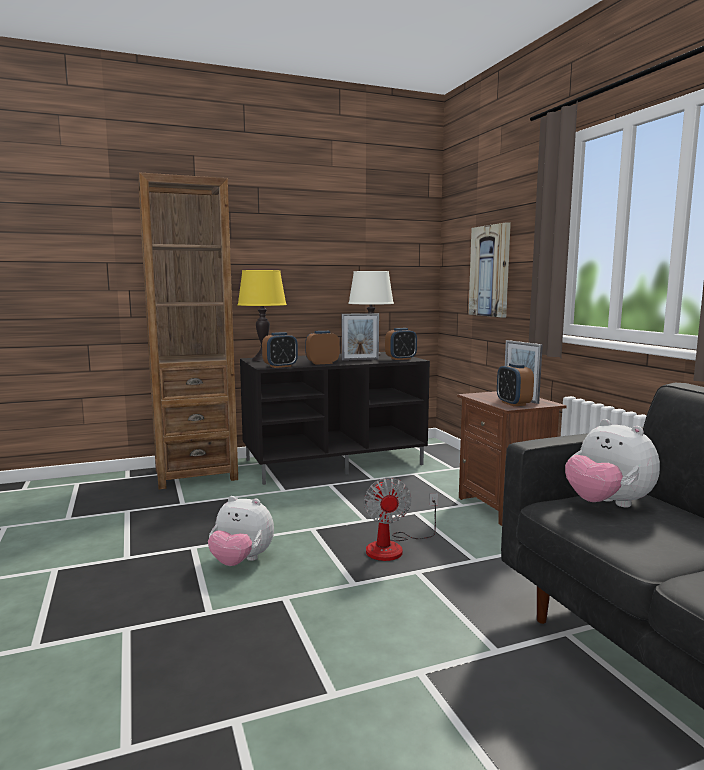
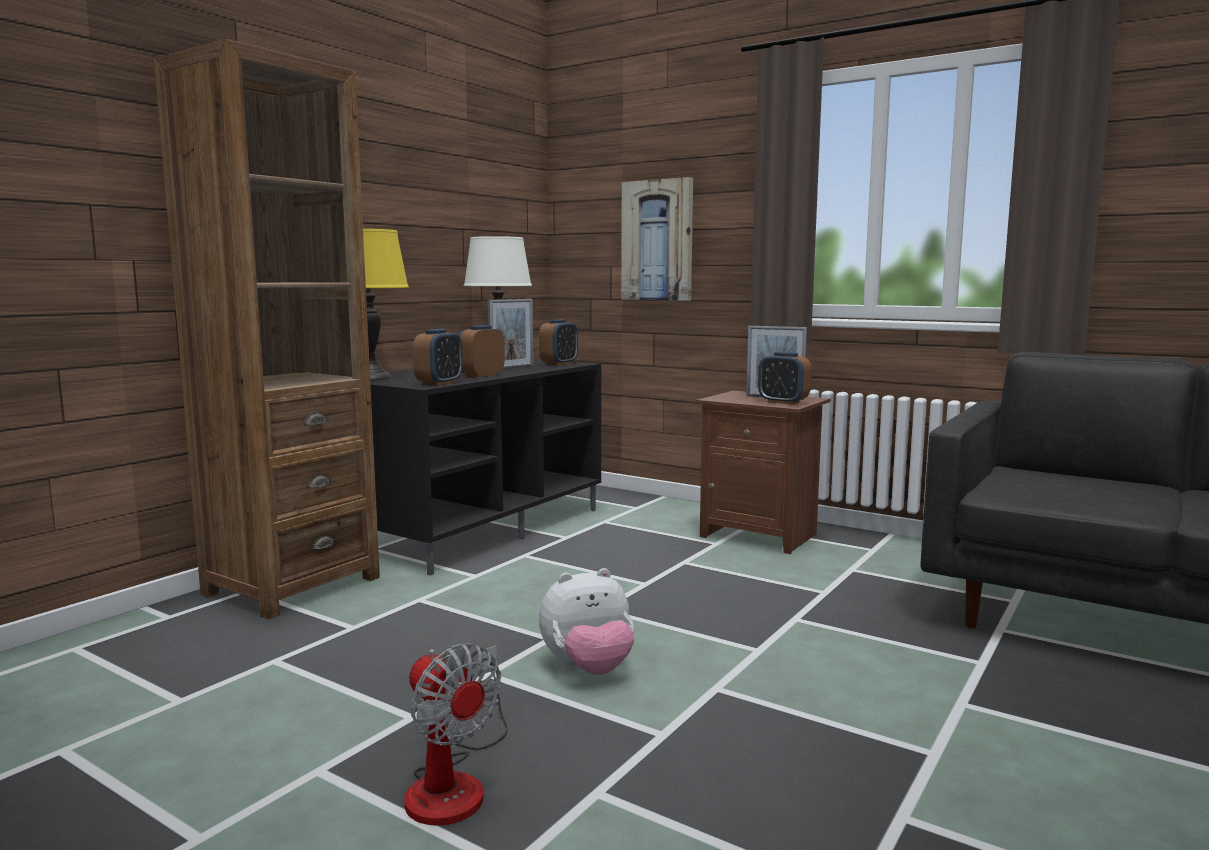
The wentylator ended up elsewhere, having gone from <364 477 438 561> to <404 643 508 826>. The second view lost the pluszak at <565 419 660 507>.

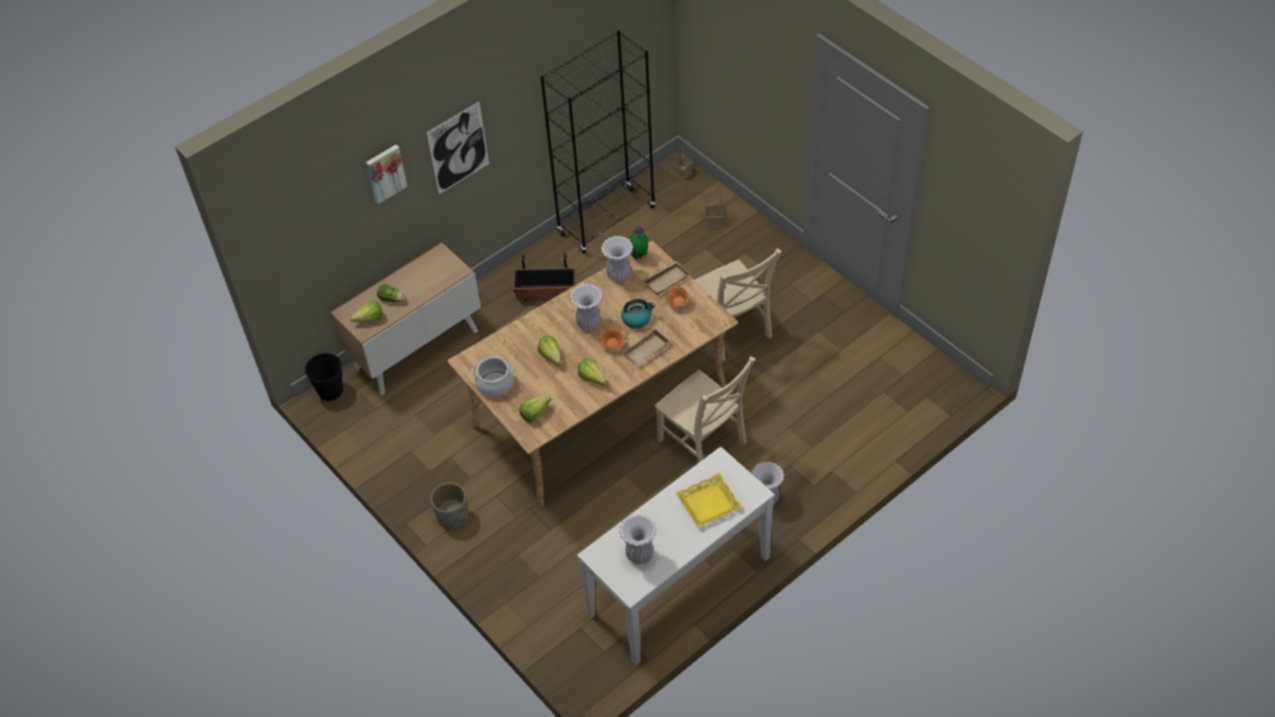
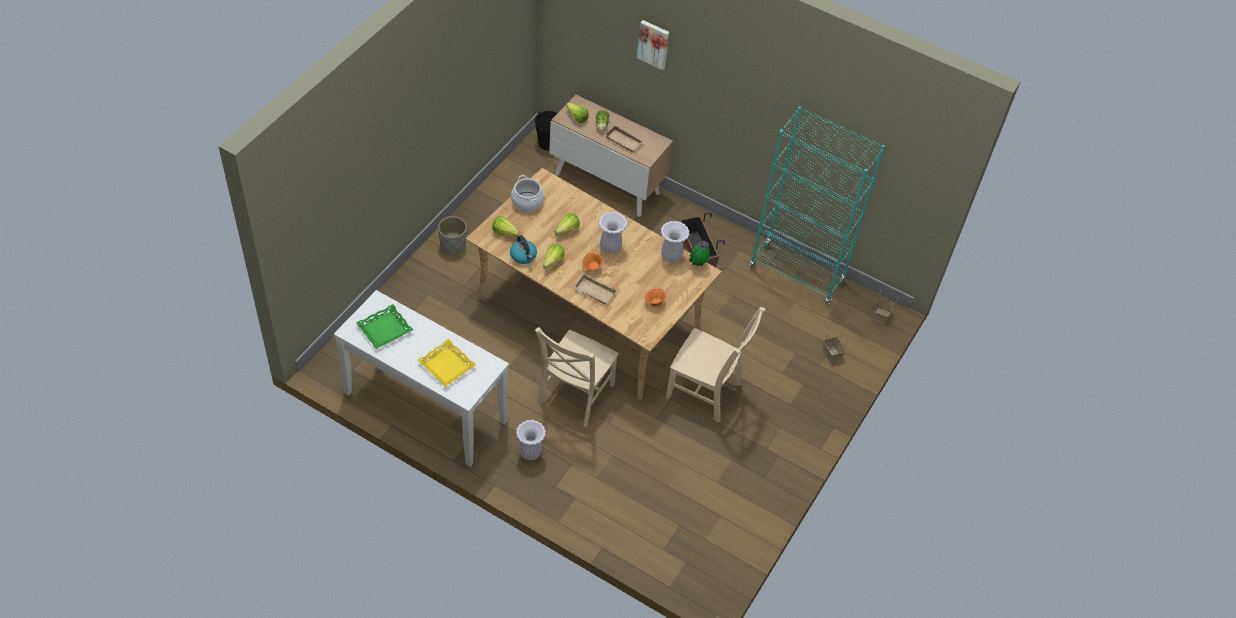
Where the wazon [biały] stood at <619 514 656 564>, the taca [zielony] came to stand at <356 304 413 349>. The czajnik ended up elsewhere, having gone from <621 299 655 328> to <510 235 537 264>. The taca [beżowy] ended up elsewhere, having gone from <643 261 690 295> to <605 125 643 153>. The krzesło [beżowy] at <695 248 782 361> ended up facing another way, 105 degrees counterclockwise from before. What was the regał [czarny] at <540 30 656 254> turned into the regał [turkusowy] at <750 106 885 305>. The second view lost the obraz at <427 102 489 194>.

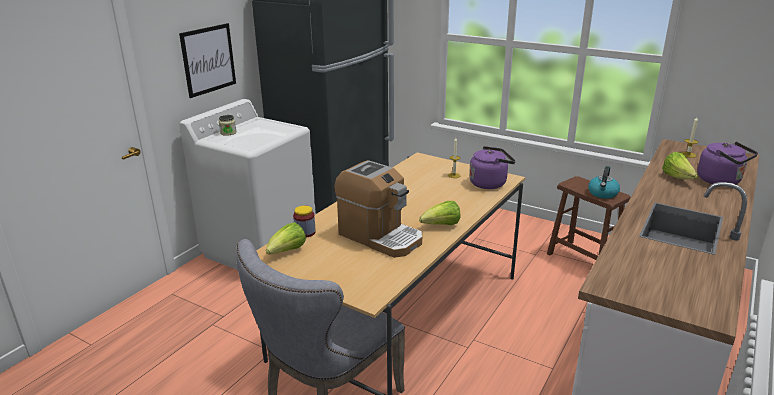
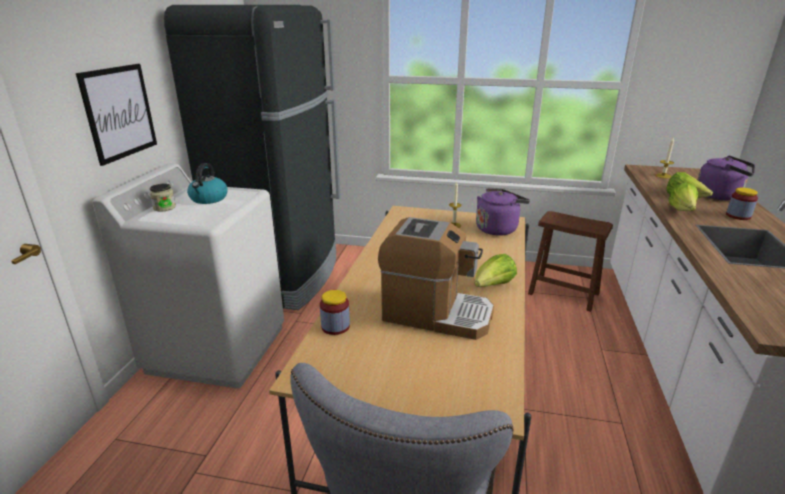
The czajnik ended up elsewhere, having gone from <588 166 620 199> to <187 163 228 204>. The sałata ended up elsewhere, having gone from <266 222 306 255> to <668 182 698 211>. The second view gained the słoik at <726 188 758 220>.

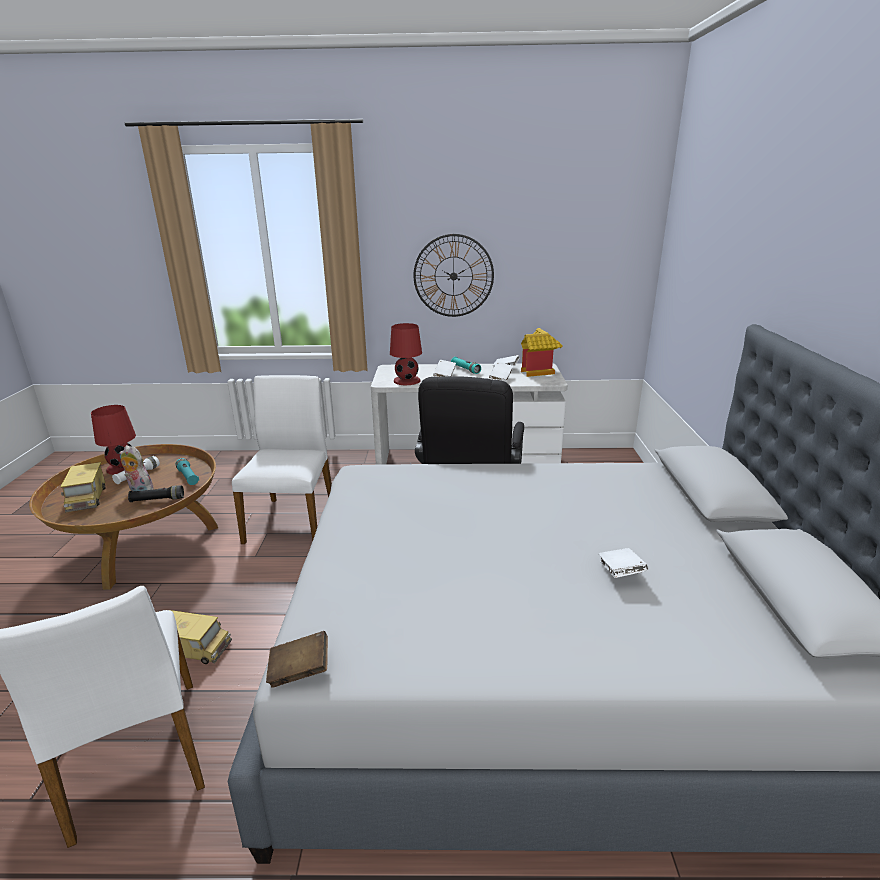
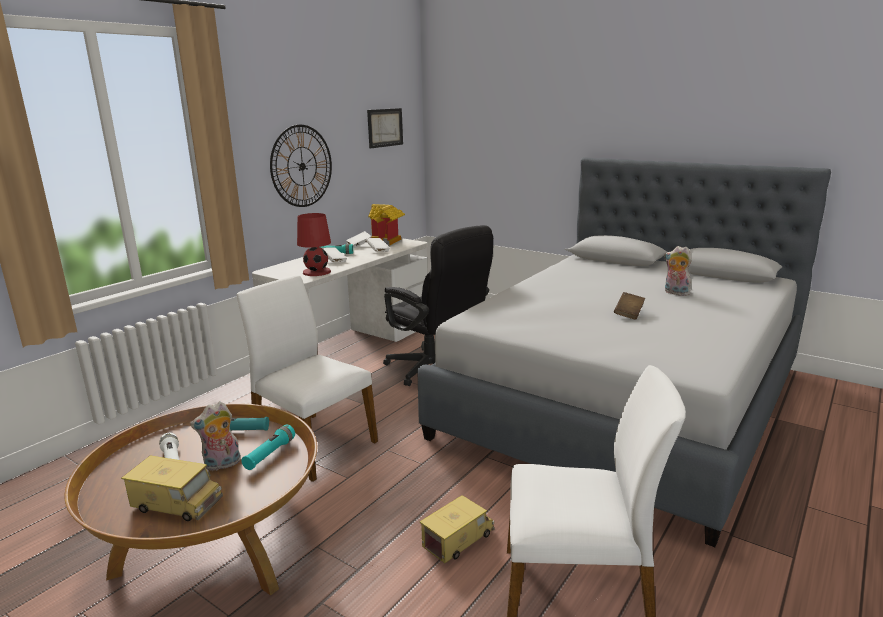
What was the latarka [czarny] at <128 485 184 502> turned into the latarka [turkusowy] at <241 424 295 470>. The second view gained the obraz at <367 108 403 148>. The książka [brązowy] ended up elsewhere, having gone from <266 631 328 688> to <614 292 645 320>. Where the książka [biały] stood at <599 548 648 578>, the pluszak came to stand at <664 246 692 296>. The second view lost the lampa stołowa [czerwony] at <91 405 136 475>.

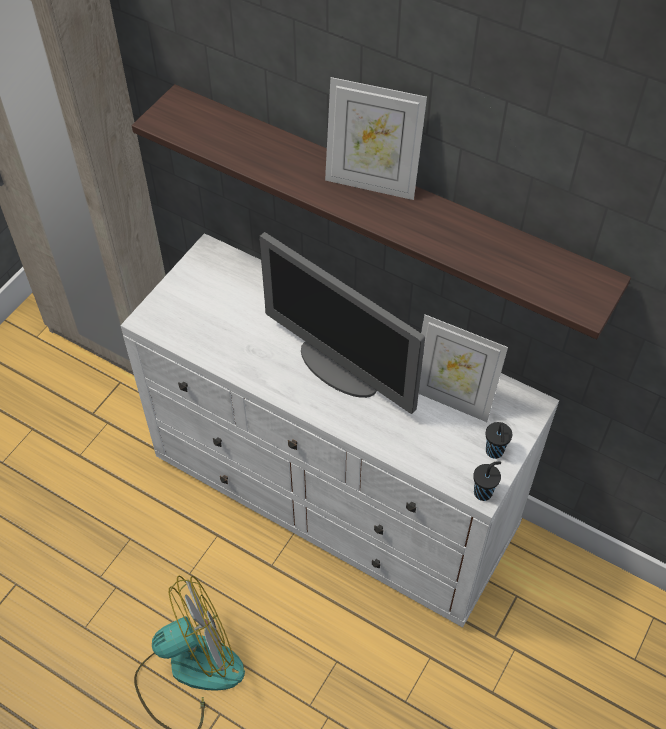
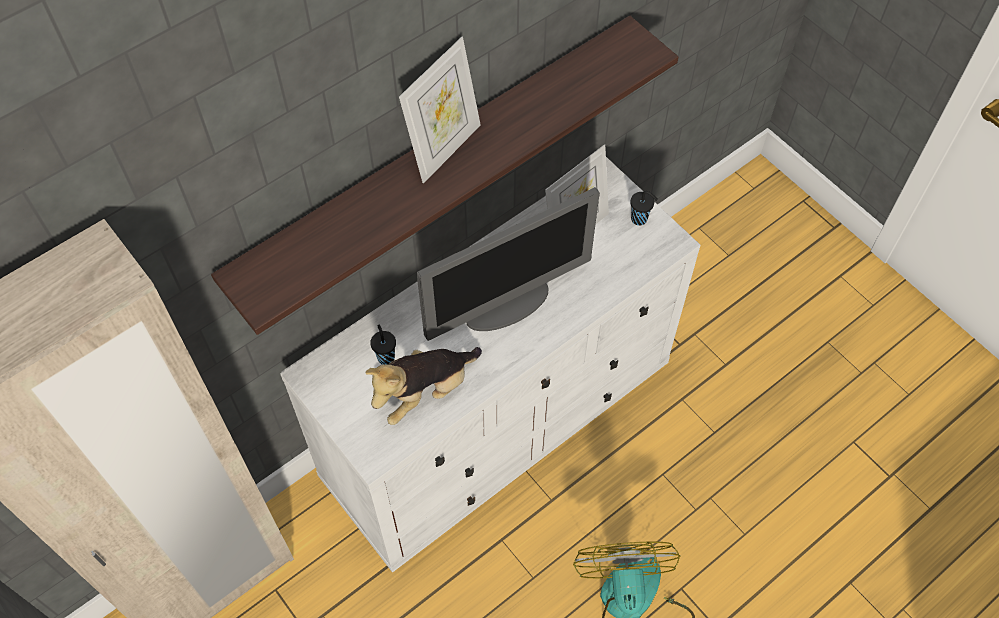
The second view gained the pluszak at <365 347 482 425>. The filiżanka [czarny] ended up elsewhere, having gone from <473 461 501 501> to <370 324 396 365>.

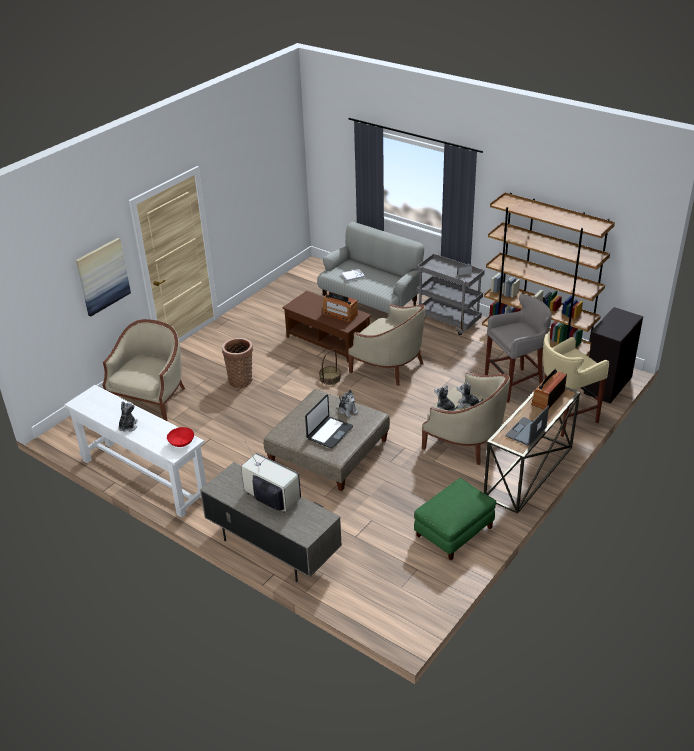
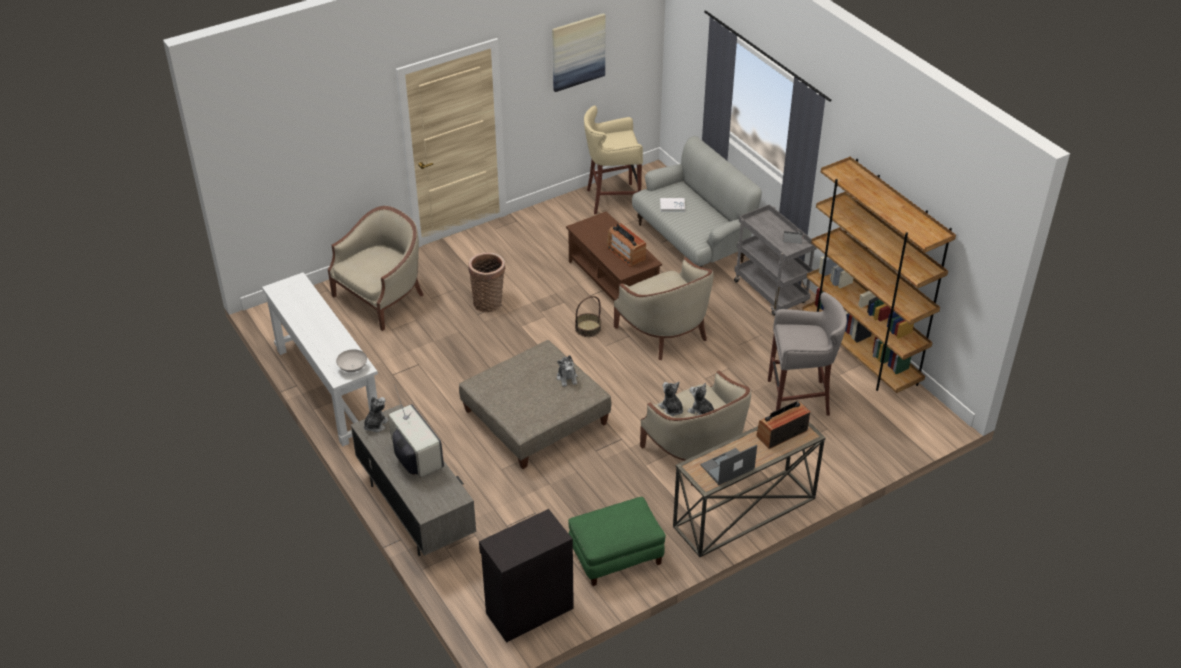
What was the miska [czerwony] at <167 427 194 447> turned into the miska [biały] at <336 349 367 372>. The pluszak ended up elsewhere, having gone from <119 401 138 432> to <364 397 389 432>. The szafka [czarny] ended up elsewhere, having gone from <584 307 643 403> to <479 509 574 643>. The obraz ended up elsewhere, having gone from <76 238 131 317> to <552 13 606 92>. The stołek [beżowy] ended up elsewhere, having gone from <543 334 609 437> to <584 105 643 214>. The second view lost the laptop at <305 394 353 448>.

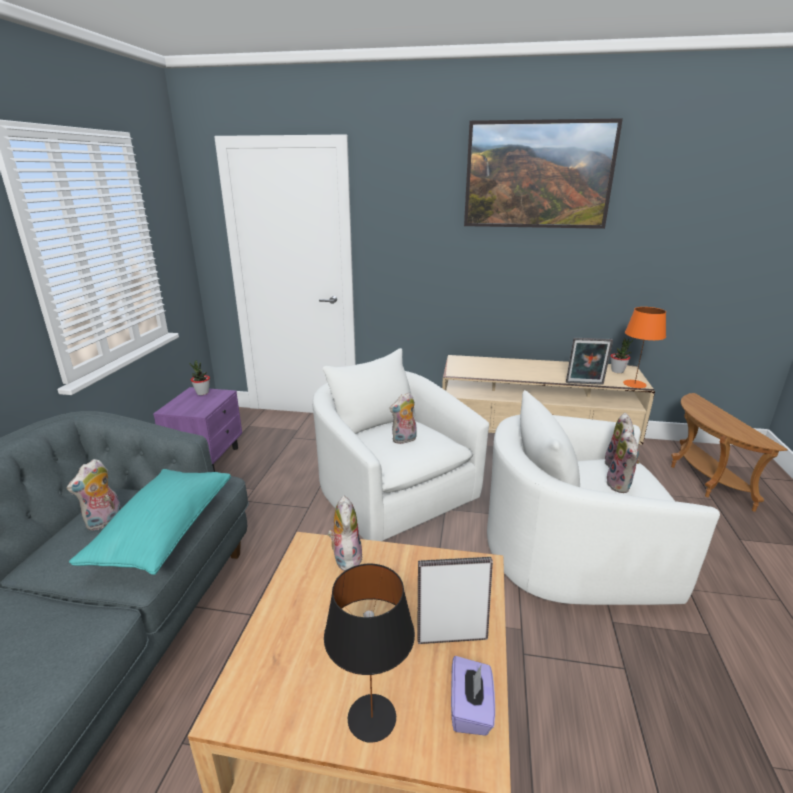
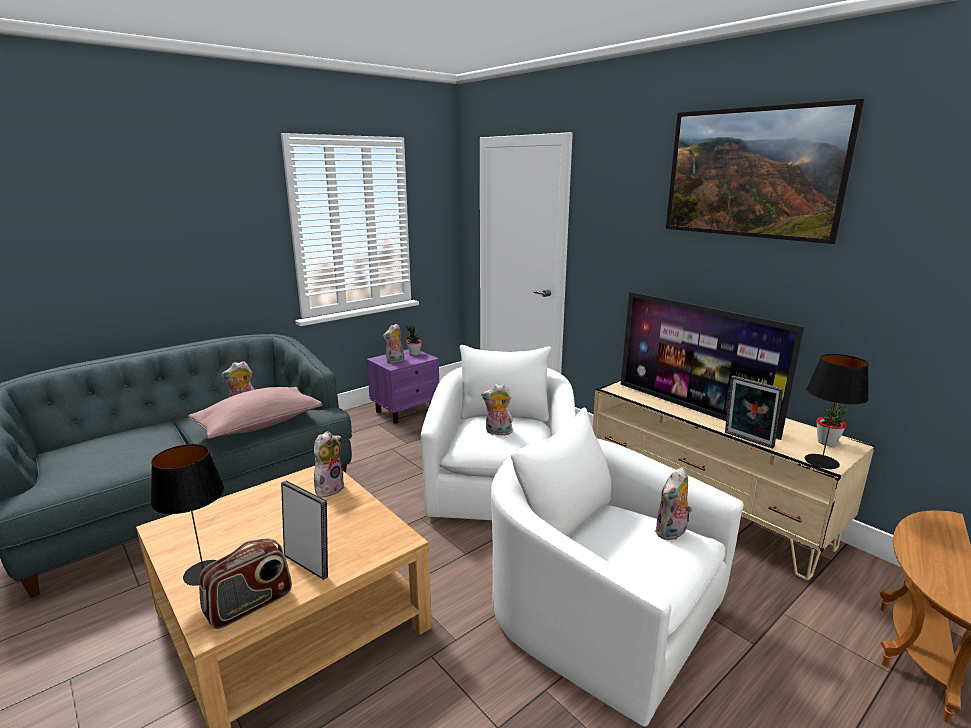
What was the poduszka [turkusowy] at <69 469 231 575> turned into the poduszka [różowy] at <188 387 322 439>. Where the pudełko chusteczek [fioletowy] stood at <451 656 495 735>, the radio came to stand at <199 539 292 629>. The pluszak ended up elsewhere, having gone from <606 430 640 493> to <383 324 404 364>. The second view gained the telewizor at <621 292 804 440>. What was the lampa stołowa [pomarańczowy] at <623 307 666 388> turned into the lampa stołowa [czarny] at <805 354 869 469>.

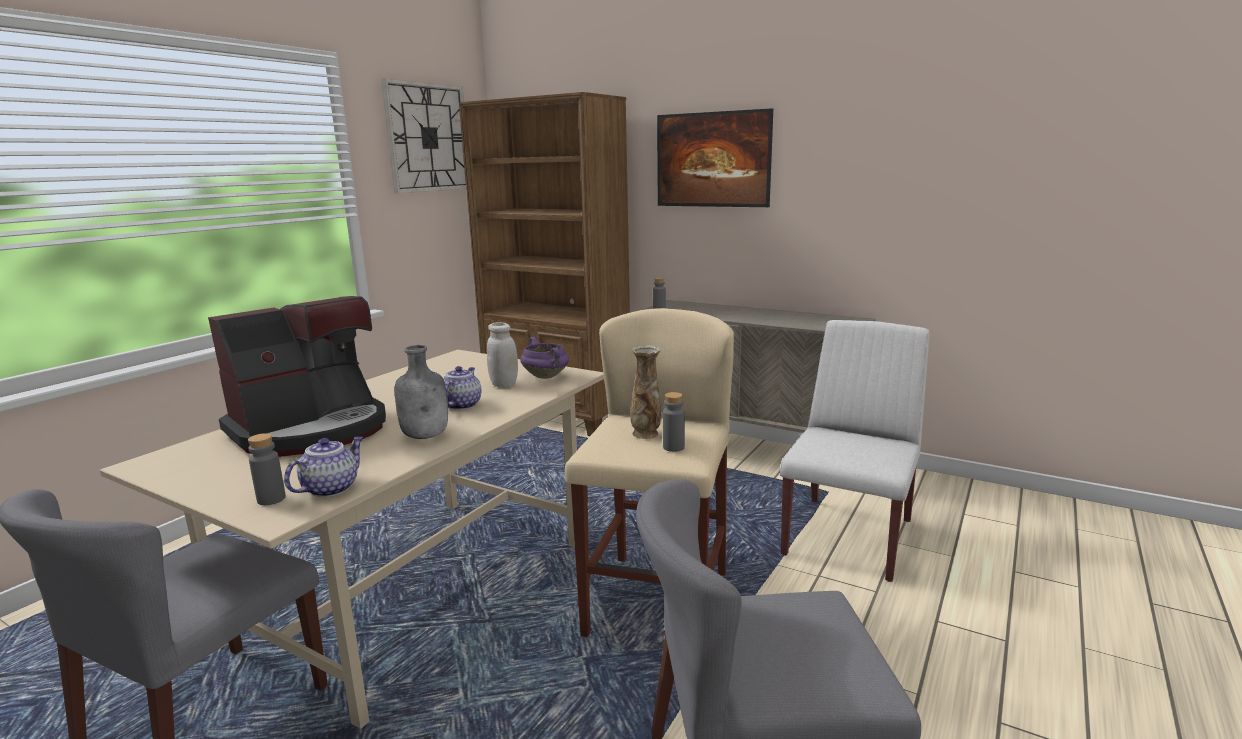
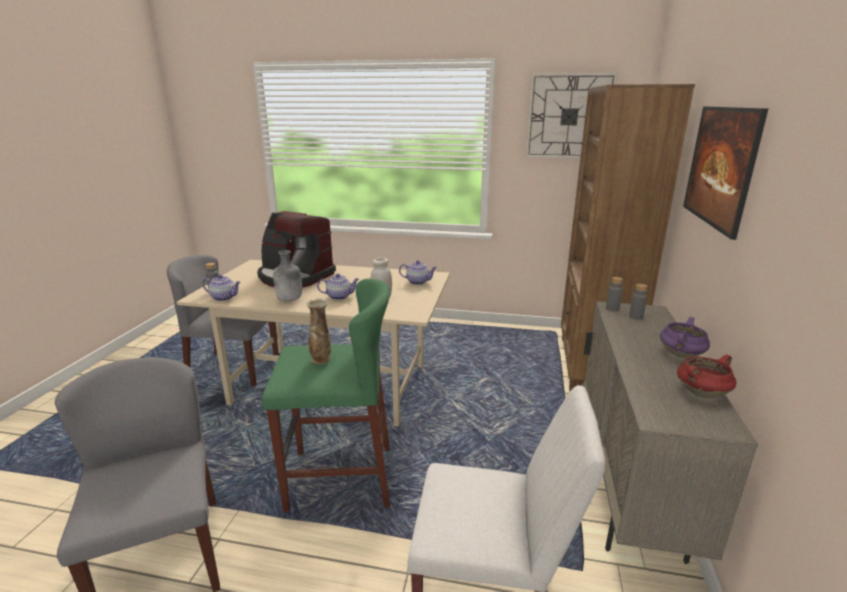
What was the stołek [beżowy] at <565 308 734 637> turned into the stołek [zielony] at <262 278 390 512>. The second view gained the imbryk at <399 260 437 285>. The butelka [szary] ended up elsewhere, having gone from <663 392 685 452> to <629 284 648 320>. The garnek [fioletowy] ended up elsewhere, having gone from <520 337 569 379> to <660 317 710 358>. The second view gained the garnek [czerwony] at <677 355 737 399>.

